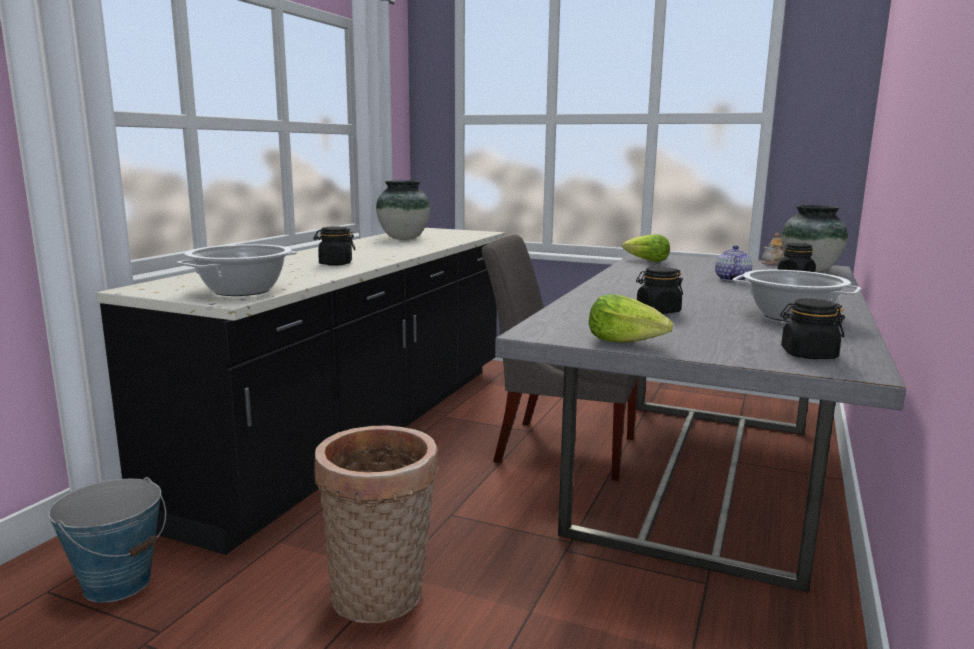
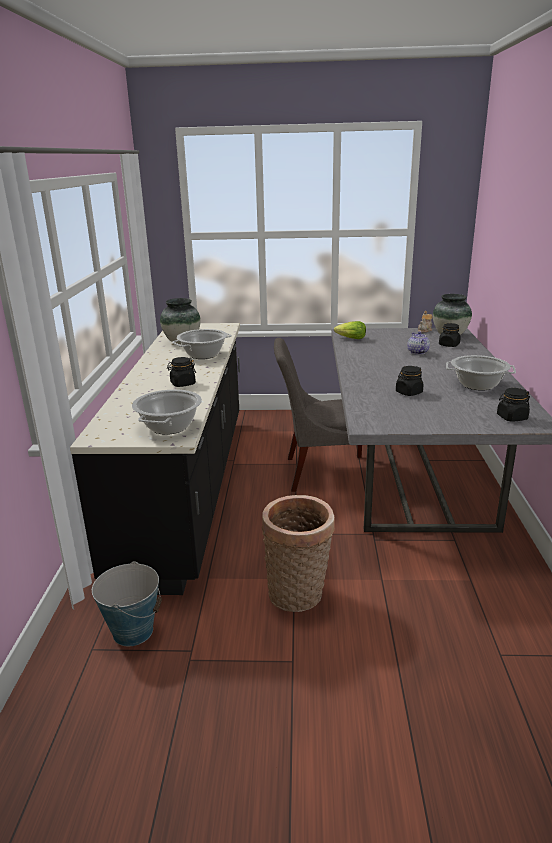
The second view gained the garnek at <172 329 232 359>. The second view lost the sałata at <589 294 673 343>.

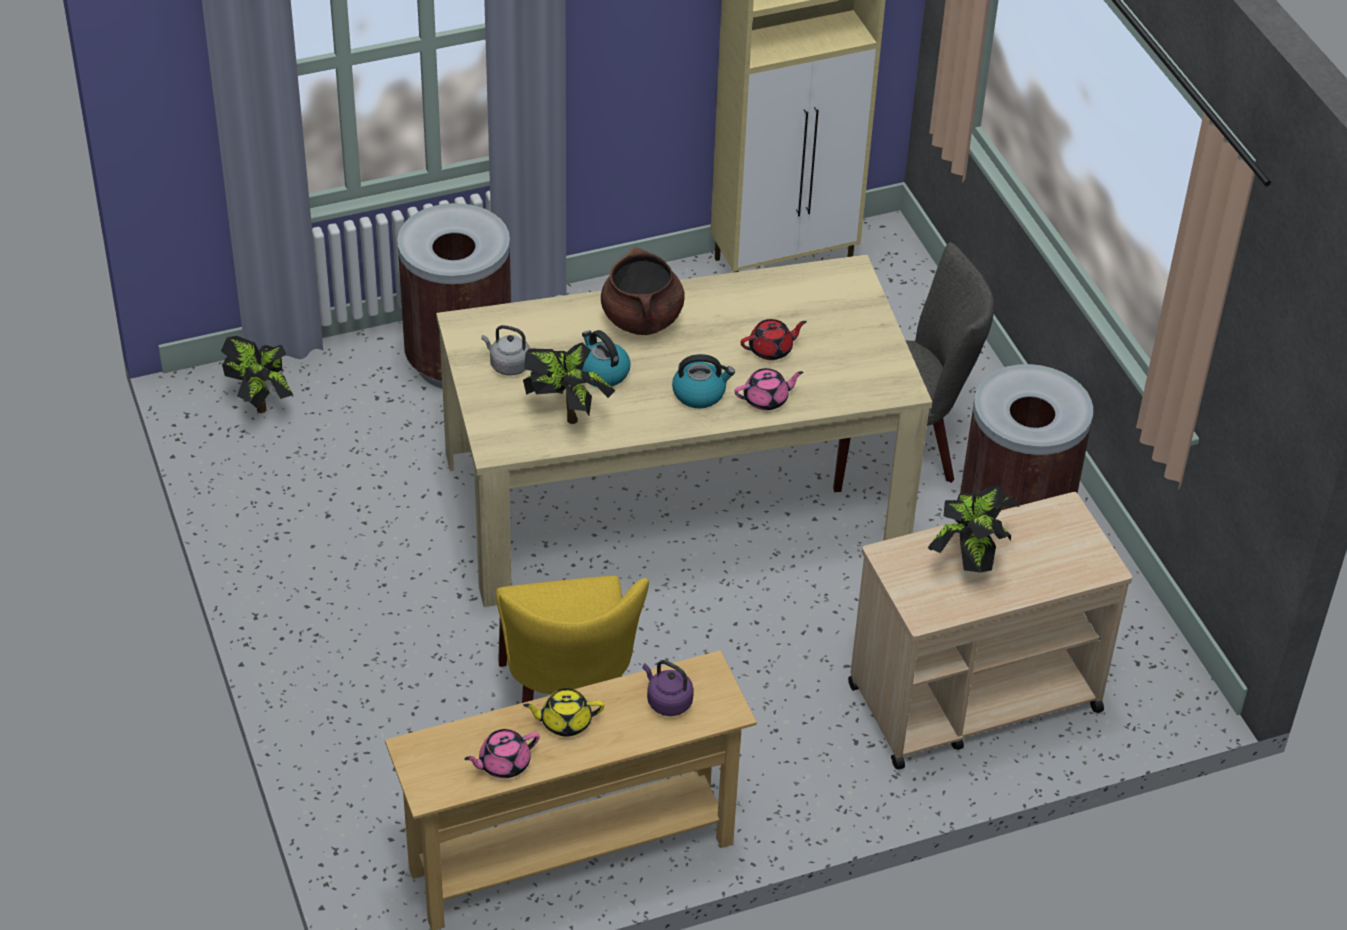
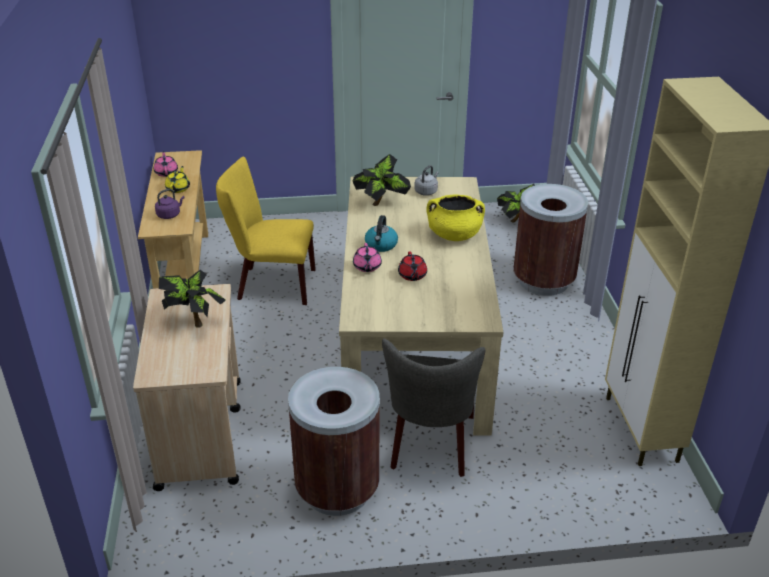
What was the garnek [brązowy] at <601 247 684 335> turned into the garnek [żółty] at <427 194 485 241>. The second view lost the czajnik at <582 330 631 387>.

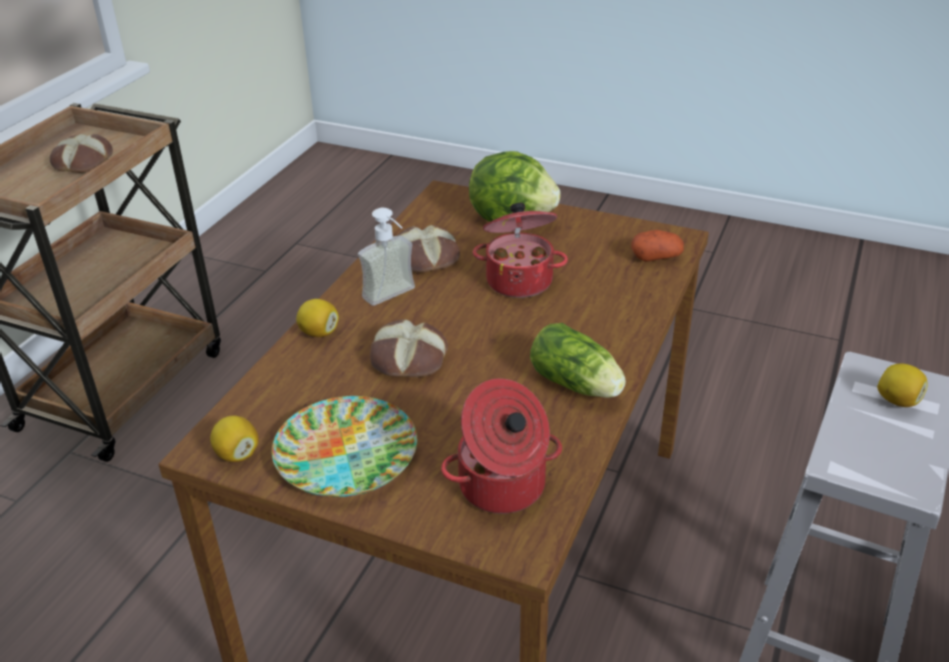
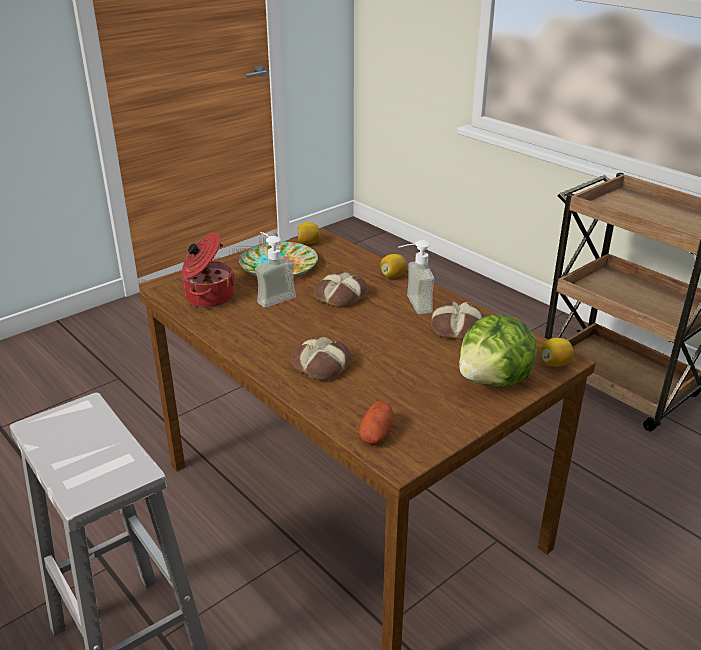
The second view gained the dozownik mydła at <255 232 296 308>. The chleb ended up elsewhere, having gone from <50 134 113 173> to <290 336 352 380>. The cytryna ended up elsewhere, having gone from <877 364 928 407> to <541 338 574 367>. The second view lost the garnek at <473 203 568 298>. The second view lost the sałata at <530 323 626 398>.

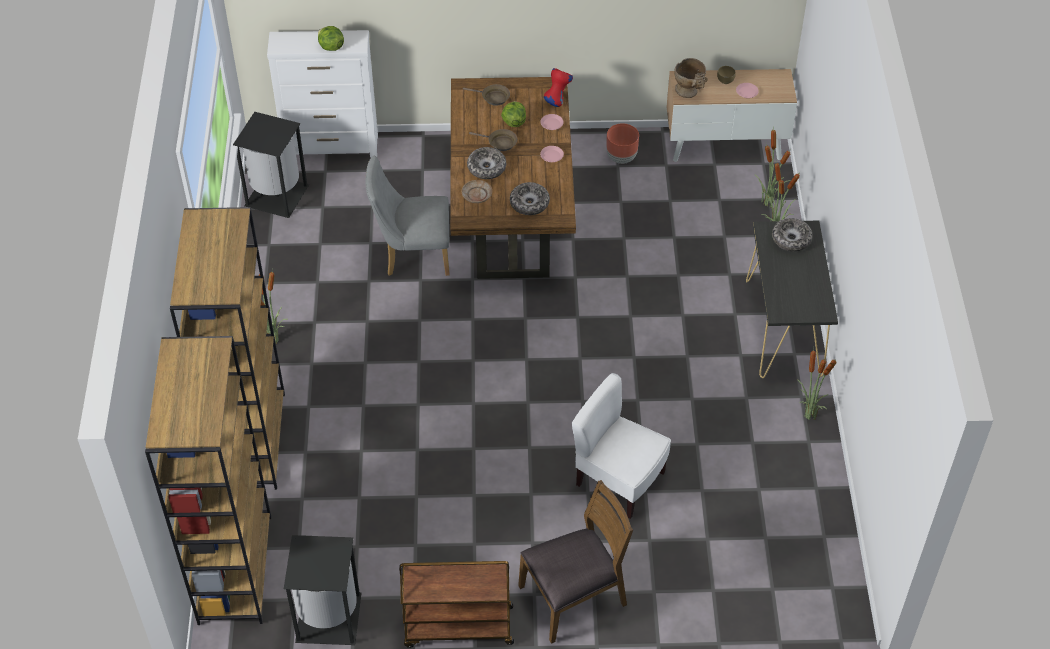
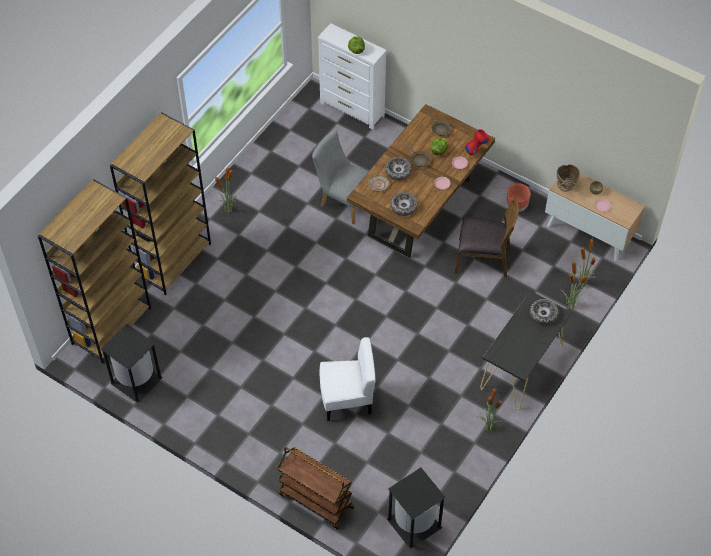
The wózek [brązowy] ended up elsewhere, having gone from <399 561 514 648> to <277 447 354 530>. The krzesło [biały] at <572 373 671 519> ended up facing another way, 105 degrees clockwise from before. The kosz na śmieci [czarny] ended up elsewhere, having gone from <233 112 309 218> to <387 468 446 549>. The krzesło [brązowy] ended up elsewhere, having gone from <518 480 633 644> to <455 196 519 277>.

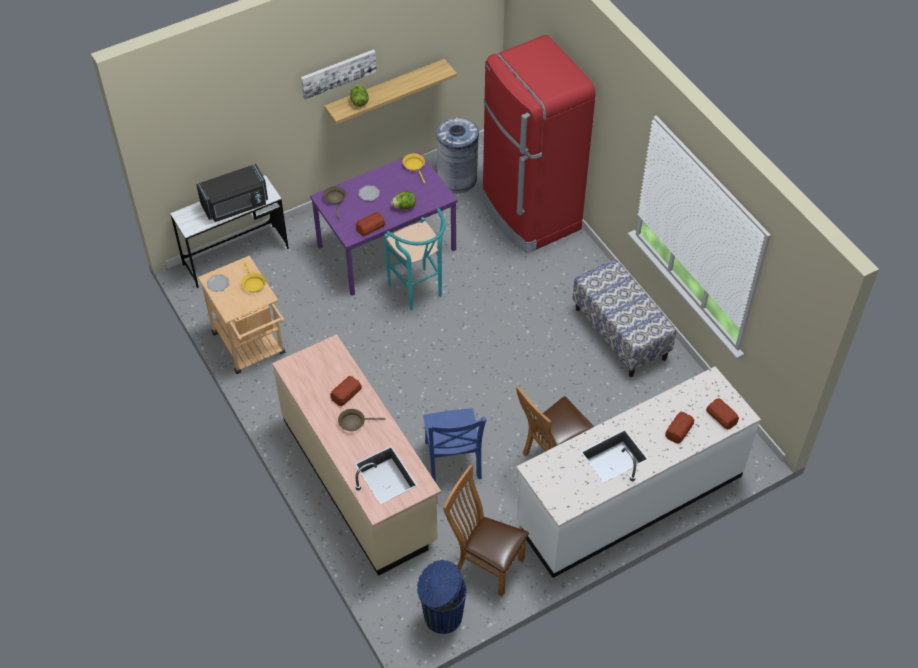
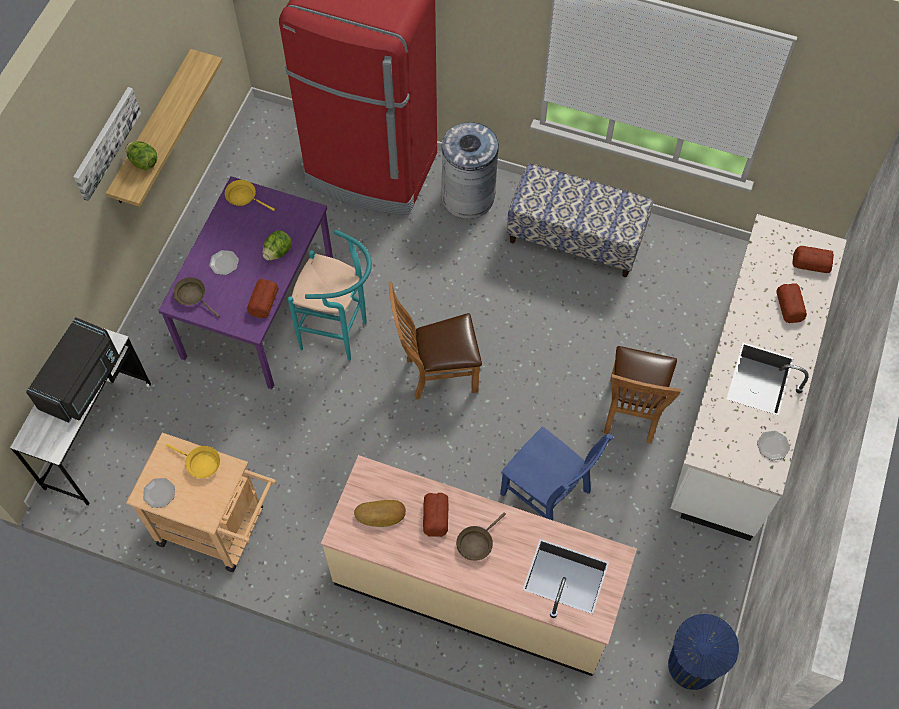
The second view gained the chleb at <354 500 406 527>. The krzesło [brązowy] ended up elsewhere, having gone from <443 465 529 597> to <388 281 482 400>. The kosz na śmieci [szary] ended up elsewhere, having gone from <436 118 479 193> to <441 122 499 219>. The second view gained the talerz at <757 430 790 460>.

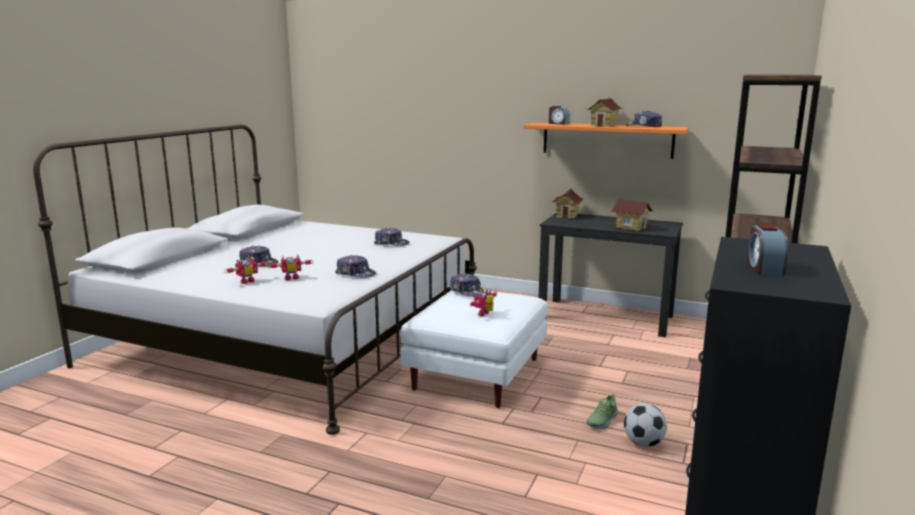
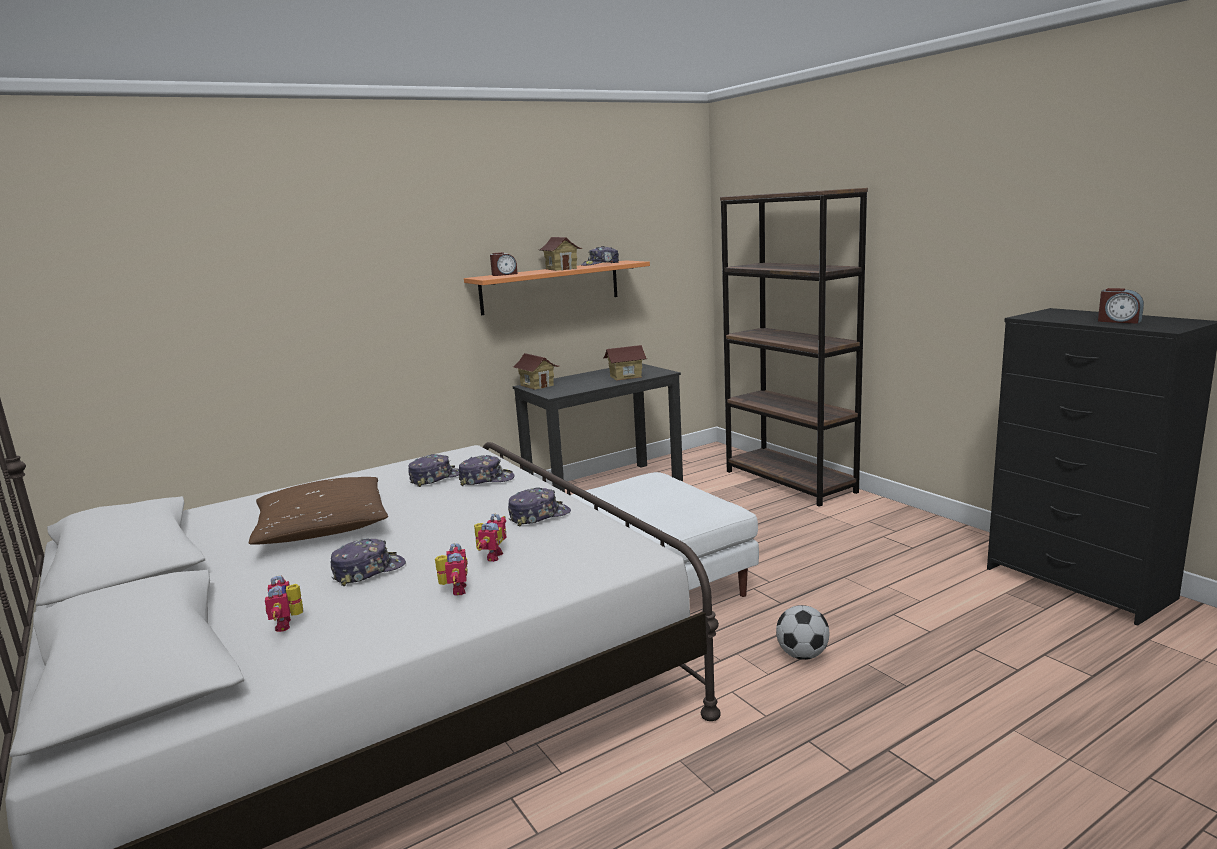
The second view gained the poduszka [brązowy] at <249 477 388 545>. The robot zabawkowy ended up elsewhere, having gone from <470 288 497 316> to <265 575 303 632>. The czapka z daszkiem ended up elsewhere, having gone from <449 273 485 297> to <459 455 515 486>. The piłka futbolowa ended up elsewhere, having gone from <624 403 667 447> to <776 605 829 660>. The second view lost the but at <586 394 618 429>.

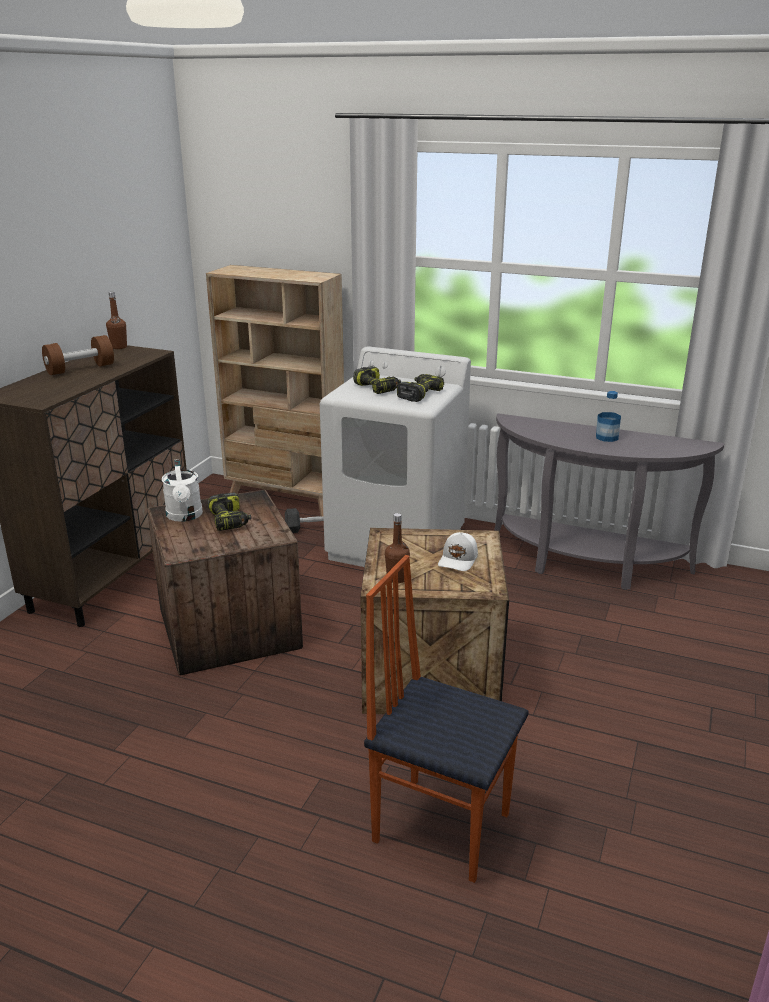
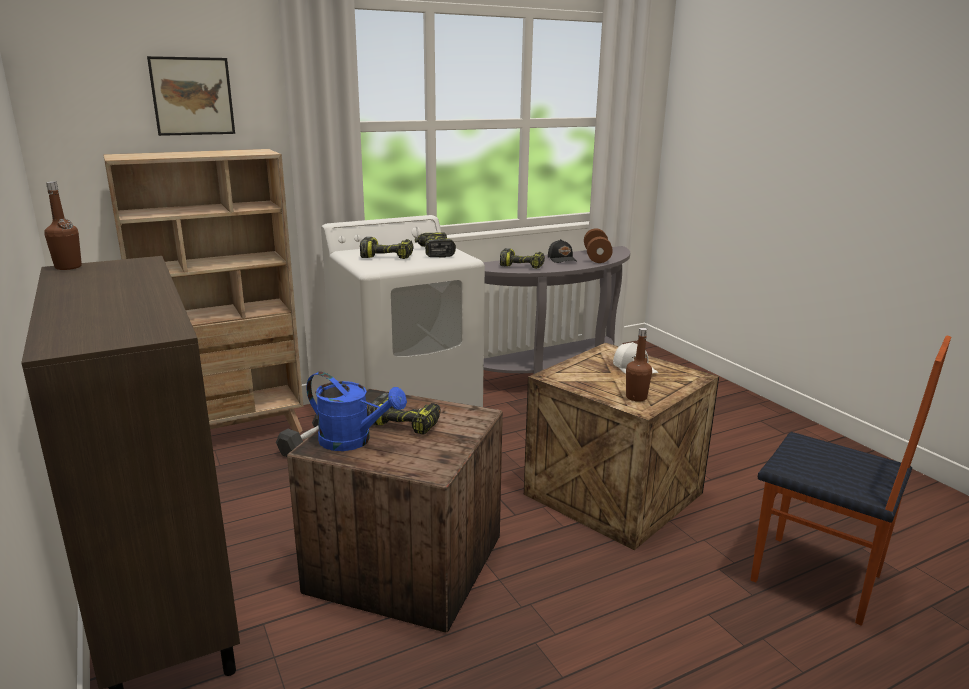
The second view gained the obraz at <147 56 235 136>. What was the konewka [biały] at <162 459 203 522> turned into the konewka [niebieski] at <306 372 407 451>. The second view gained the wiertarka at <500 248 545 269>. Where the butelka stood at <596 391 621 442>, the czapka z daszkiem [czarny] came to stand at <548 239 577 263>. The hantel [brązowy] ended up elsewhere, having gone from <42 335 114 375> to <584 228 613 263>. The krzesło at <364 555 529 883> ended up facing another way, 120 degrees counterclockwise from before.

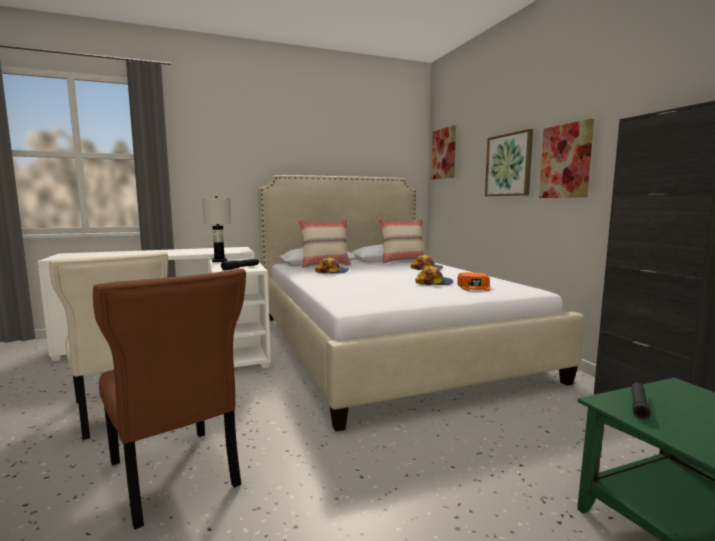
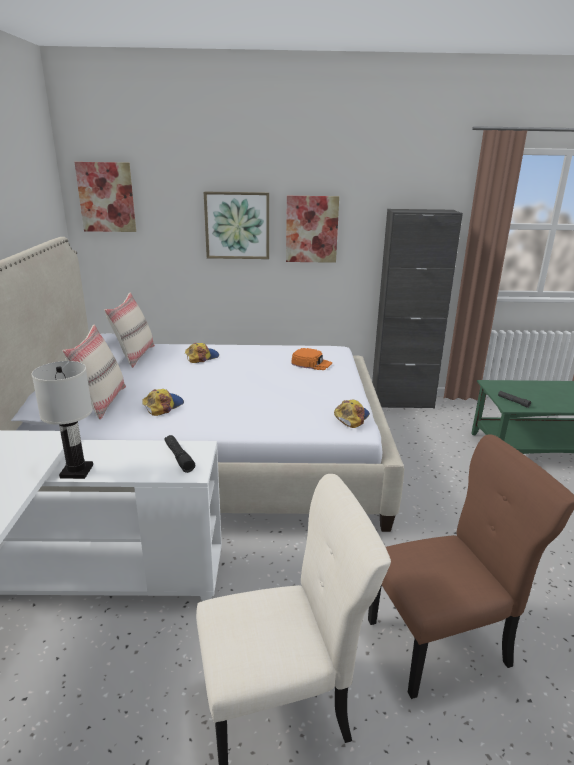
The czapka z daszkiem ended up elsewhere, having gone from <415 266 453 285> to <334 400 370 428>.

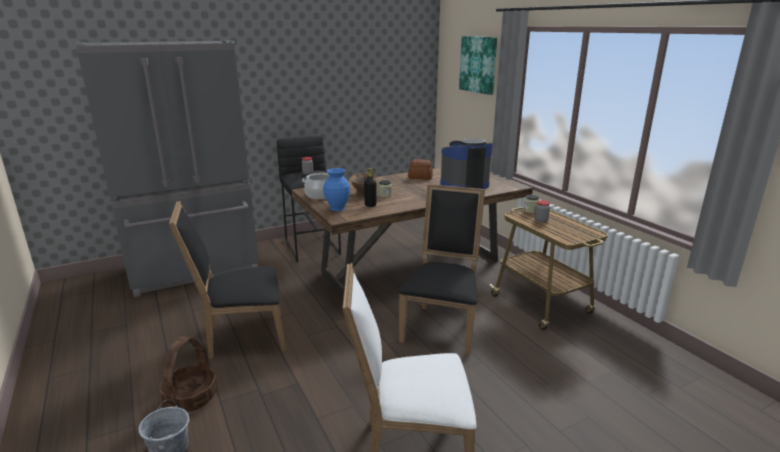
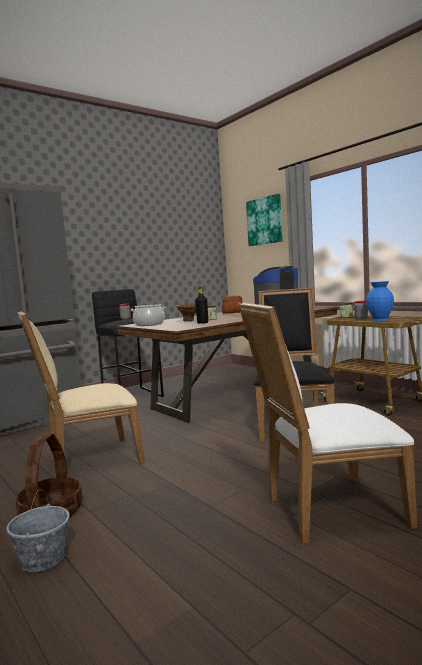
What was the krzesło [czarny] at <169 201 286 359> turned into the krzesło [beżowy] at <18 311 145 464>. The wazon [niebieski] ended up elsewhere, having gone from <323 168 350 211> to <366 281 394 321>.

